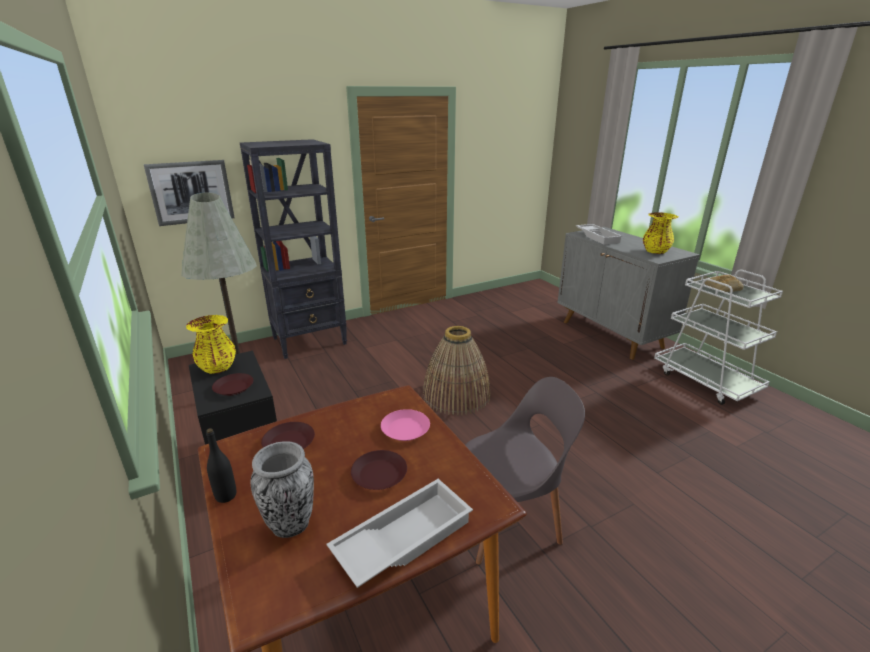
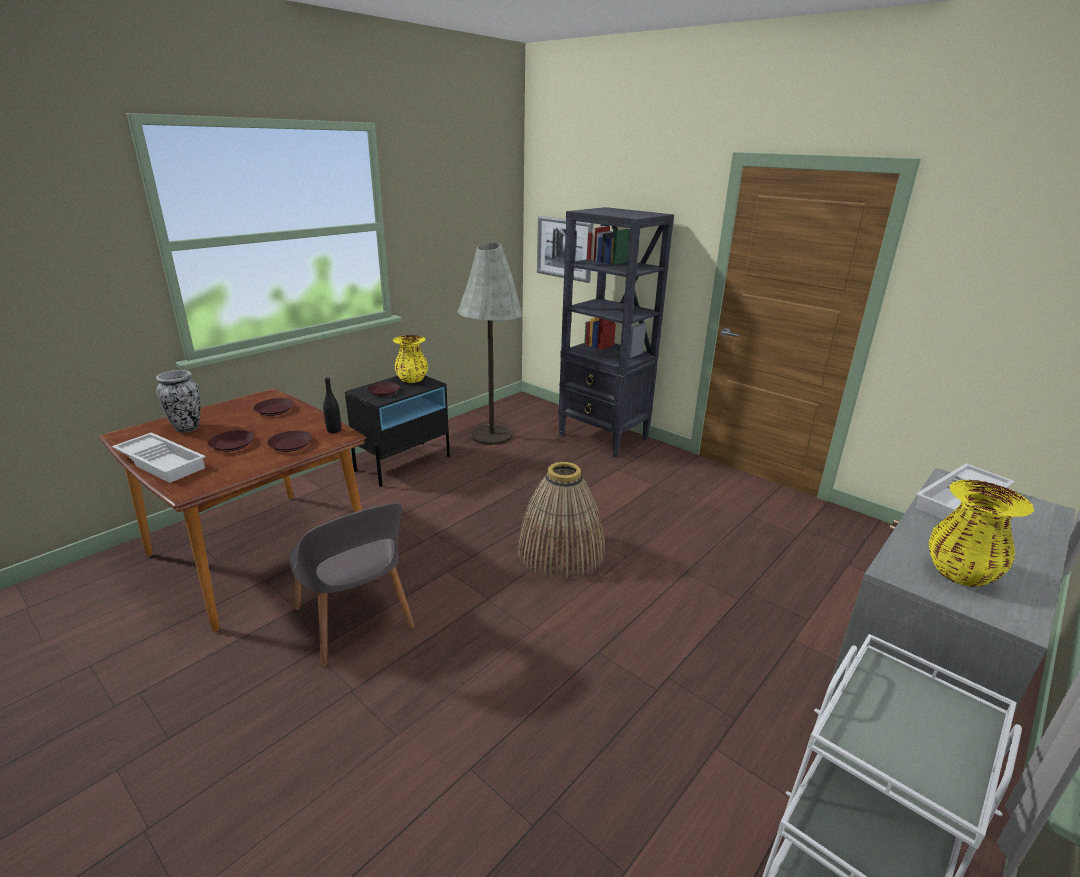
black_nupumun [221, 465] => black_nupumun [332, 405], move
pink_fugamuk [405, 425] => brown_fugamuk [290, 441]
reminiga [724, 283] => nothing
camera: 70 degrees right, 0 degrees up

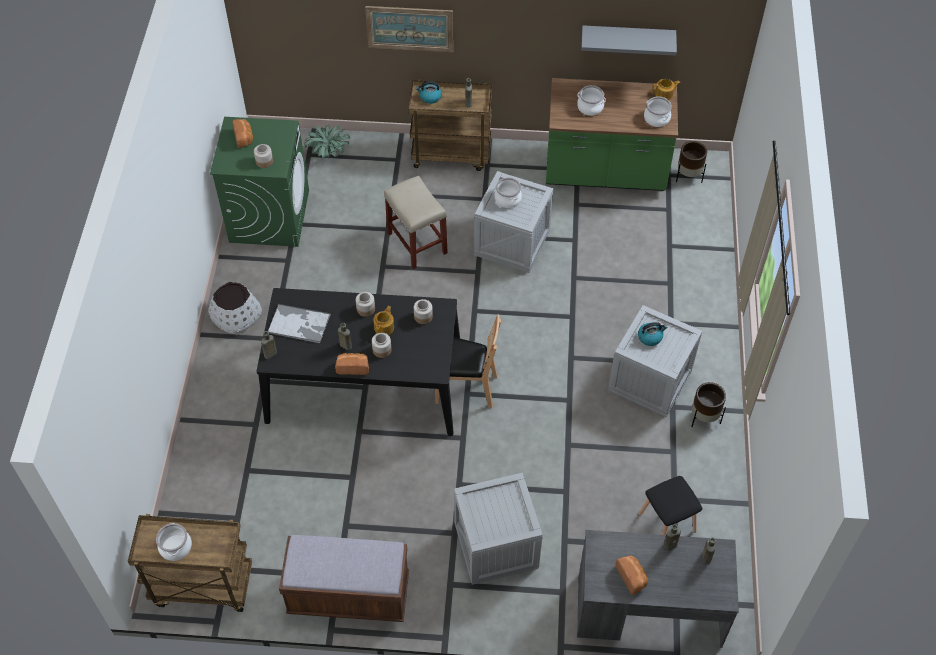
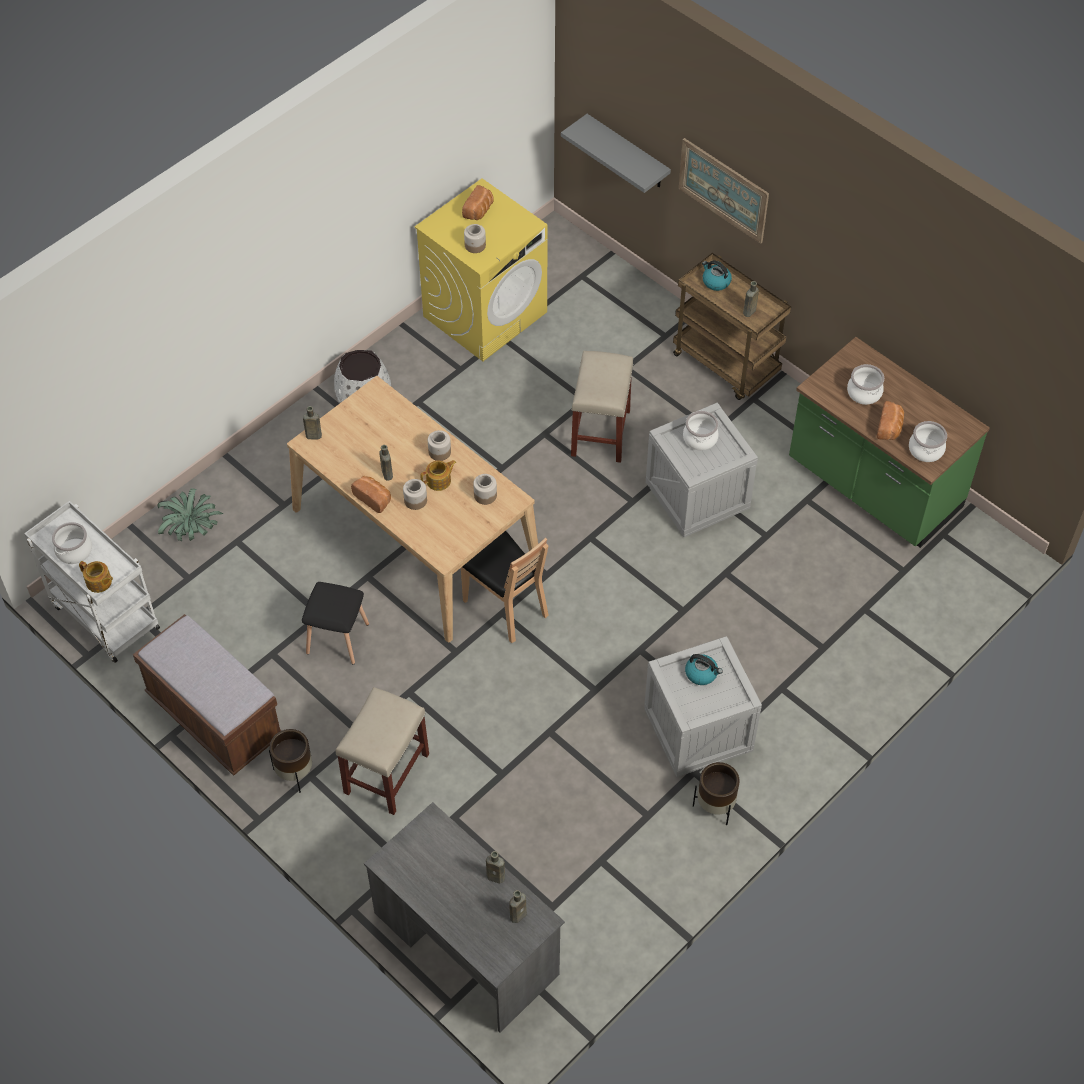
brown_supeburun [190, 563] => white_supeburun [92, 582]
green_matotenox [259, 182] => yellow_matotenox [481, 269]
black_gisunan [358, 362] => beige_gisunan [412, 509]
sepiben [299, 323] => nothing
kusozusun [327, 141] => kusozusun [190, 515], move
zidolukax [498, 529] => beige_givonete [382, 751]
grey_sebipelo [629, 40] => grey_sebipelo [616, 153], move
reminiga [632, 575] => reminiga [890, 420], move
black_givonete [670, 505] => black_givonete [335, 623], move
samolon [666, 89] => samolon [96, 577], move
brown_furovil [691, 162] => brown_furovil [290, 761], move
camera: 40 degrees right, 0 degrees up

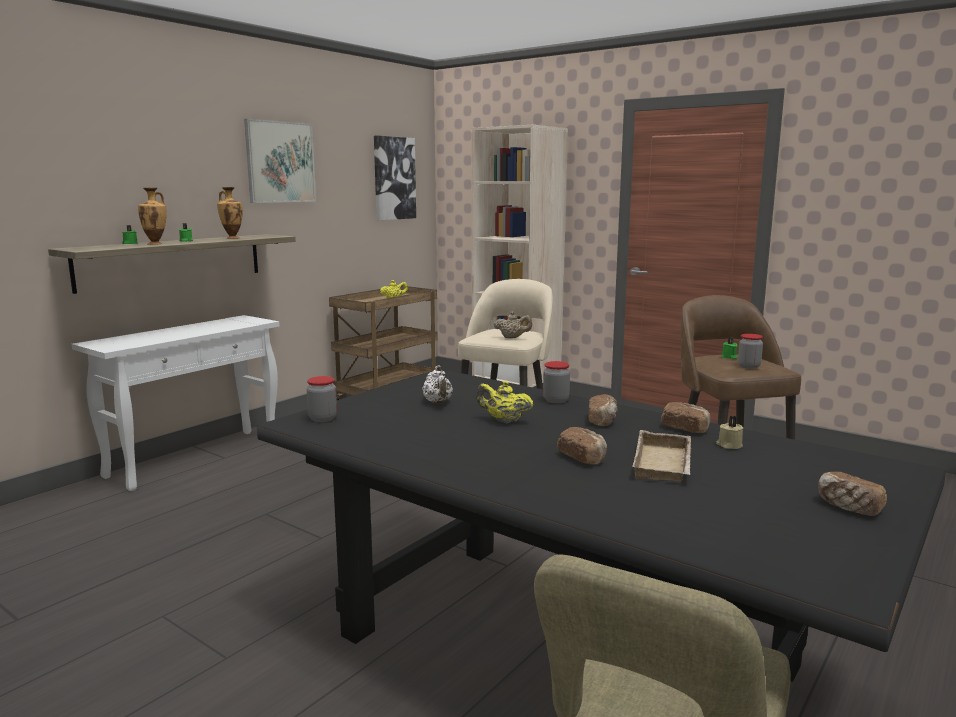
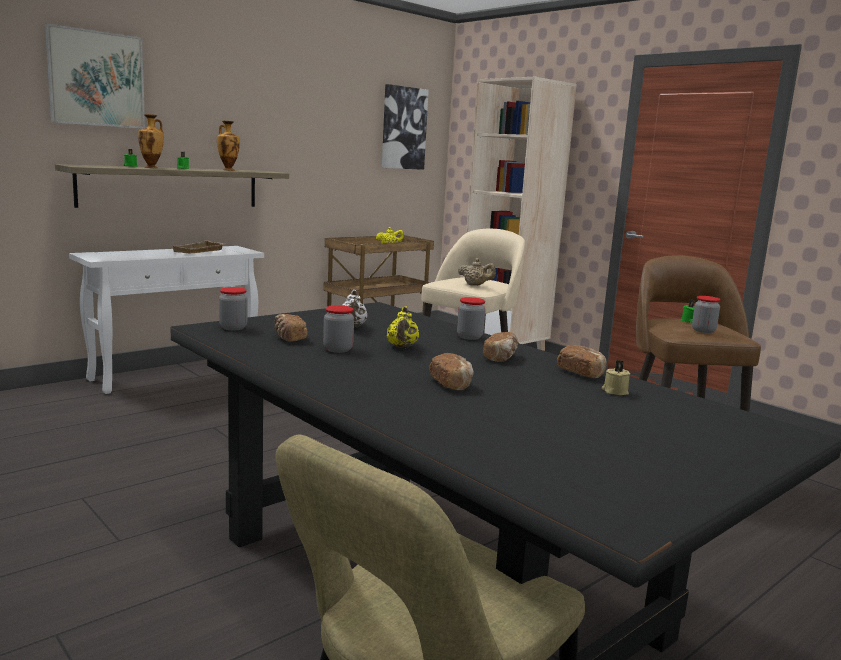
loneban [280, 161] => loneban [95, 76], move
yellow_samolon [504, 402] => yellow_samolon [403, 327], 120 degrees counterclockwise
beige_sepiben [662, 455] => beige_sepiben [199, 247], move
reminiga [852, 494] => reminiga [291, 328], move
nothing => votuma [338, 329]
camera: 10 degrees right, 0 degrees up

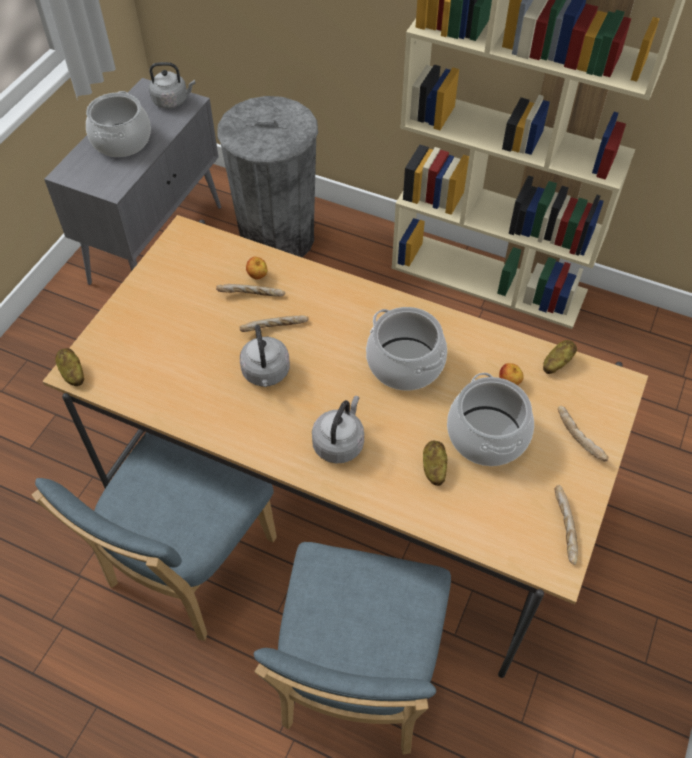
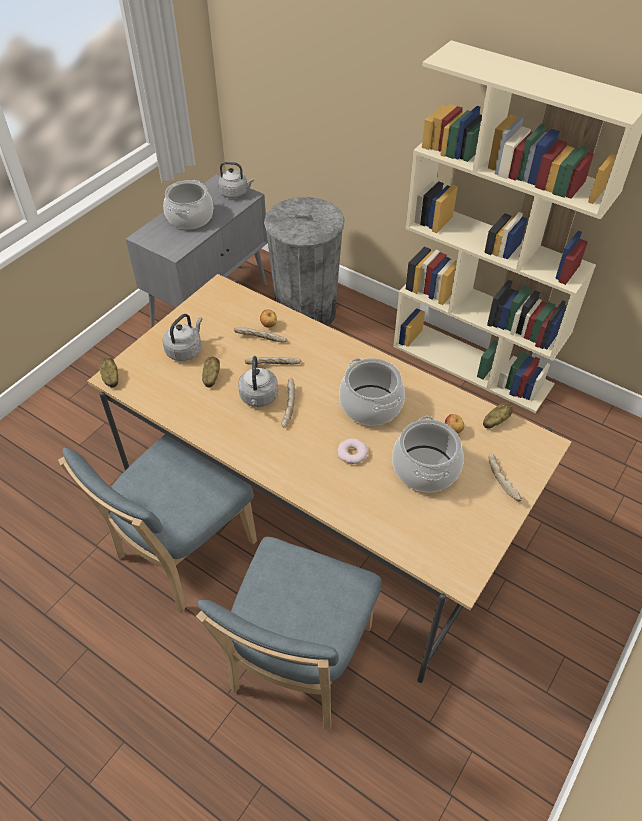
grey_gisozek [338, 430] => grey_gisozek [182, 337], move
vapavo [435, 463] => vapavo [211, 372], move
reminiga [566, 525] => reminiga [288, 403], move
nothing => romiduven [352, 451]
camera: 10 degrees right, 5 degrees down

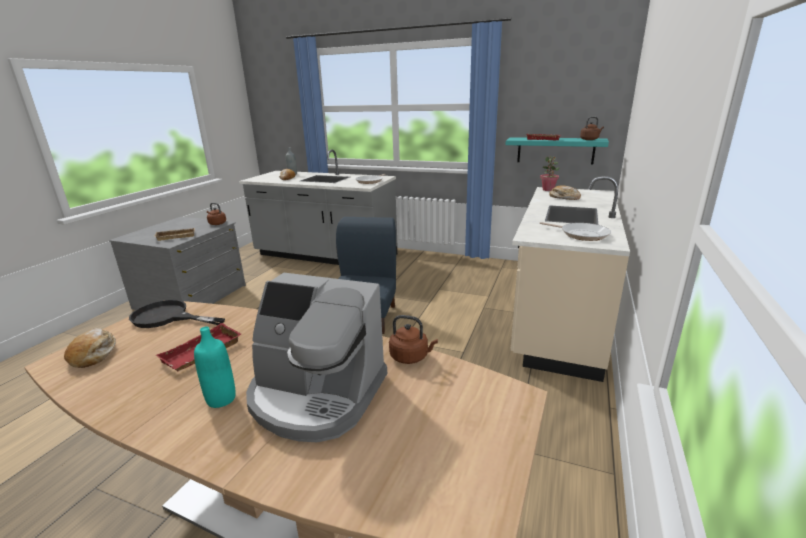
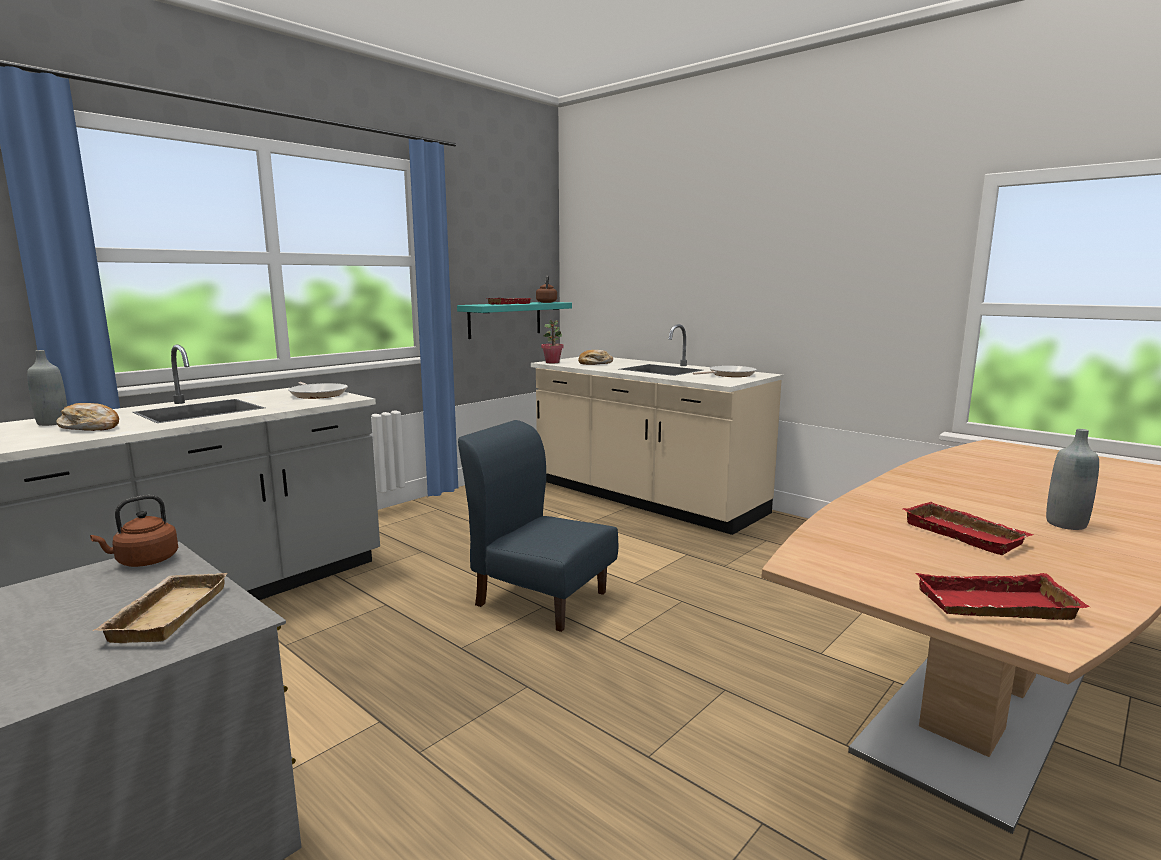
reminiga [90, 348] => red_sepiben [1003, 596]
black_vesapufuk [177, 314] => nothing
turquoise_nupumun [215, 367] => grey_nupumun [1072, 479]
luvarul [316, 357] => nothing
brown_gisozek [413, 339] => nothing
camera: 70 degrees left, 10 degrees down

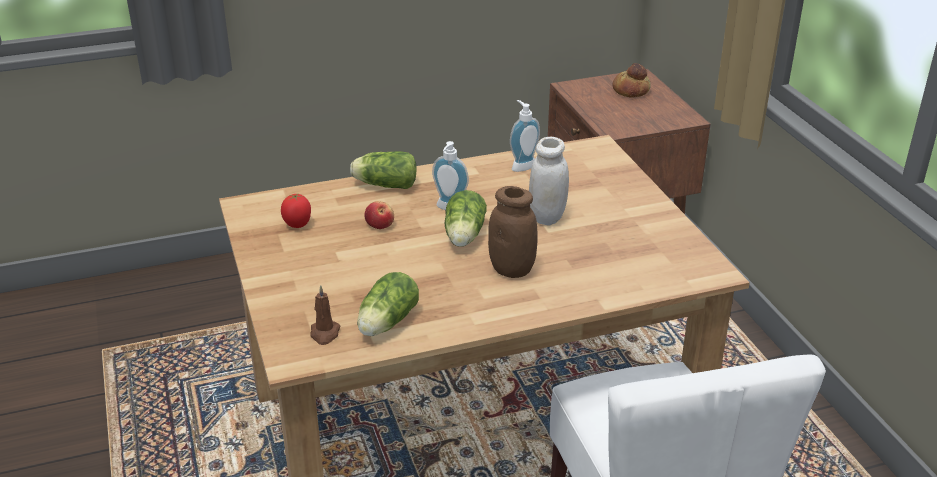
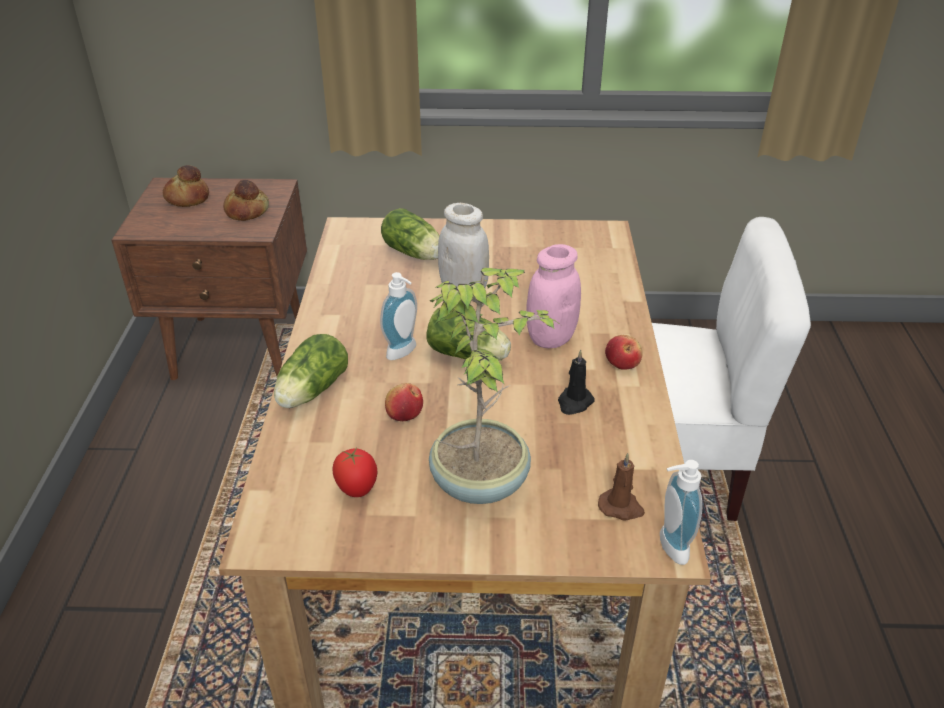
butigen [388, 304] => butigen [410, 234], move
brown_votuma [513, 232] => pink_votuma [554, 296]
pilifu [525, 136] => pilifu [681, 512], move
nothing => reminiga [246, 200]
nothing => kusozusun [495, 386]
nothing => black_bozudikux [576, 382]
nothing => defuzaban [624, 352]
camera: 70 degrees left, 5 degrees up

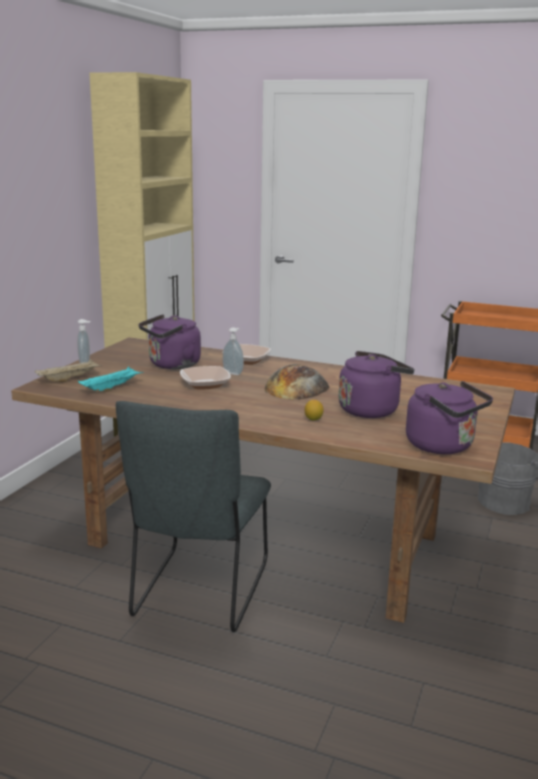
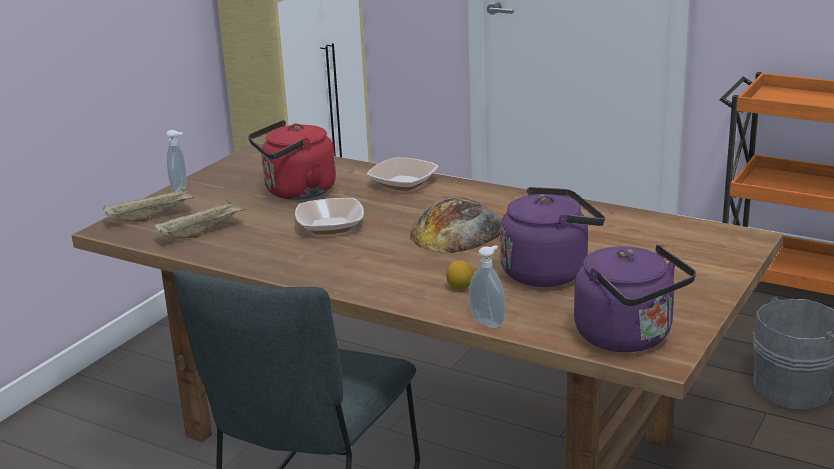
turquoise_sepiben [111, 379] => beige_sepiben [200, 219]
purple_gisozek [169, 341] => red_gisozek [292, 160]
pilifu [233, 351] => pilifu [487, 286], move
camera: 10 degrees right, 5 degrees up

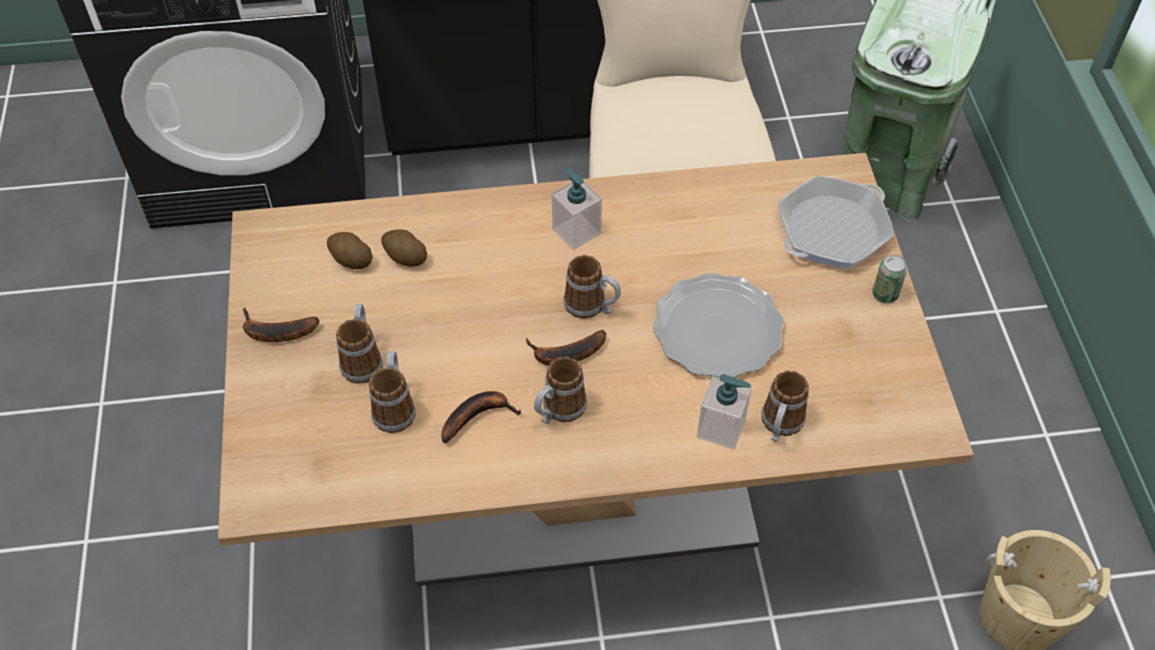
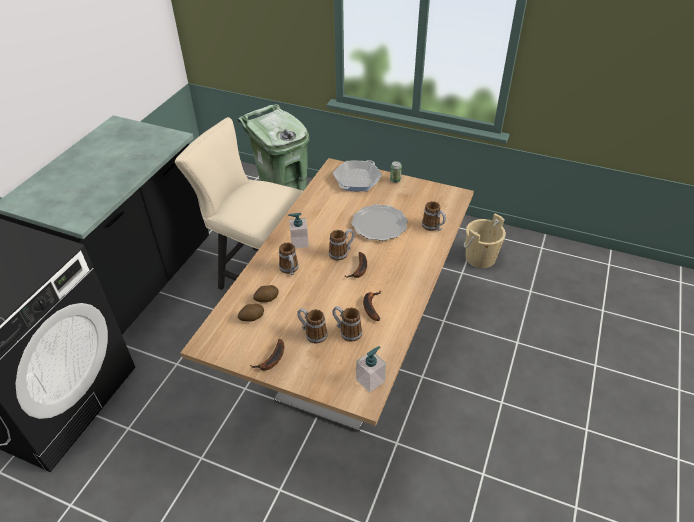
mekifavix [560, 390] => mekifavix [289, 258], move
pilifu [724, 411] => pilifu [371, 369], move
vesapufuk [835, 222] => vesapufuk [357, 175], 45 degrees clockwise
camera: 60 degrees left, 10 degrees down

